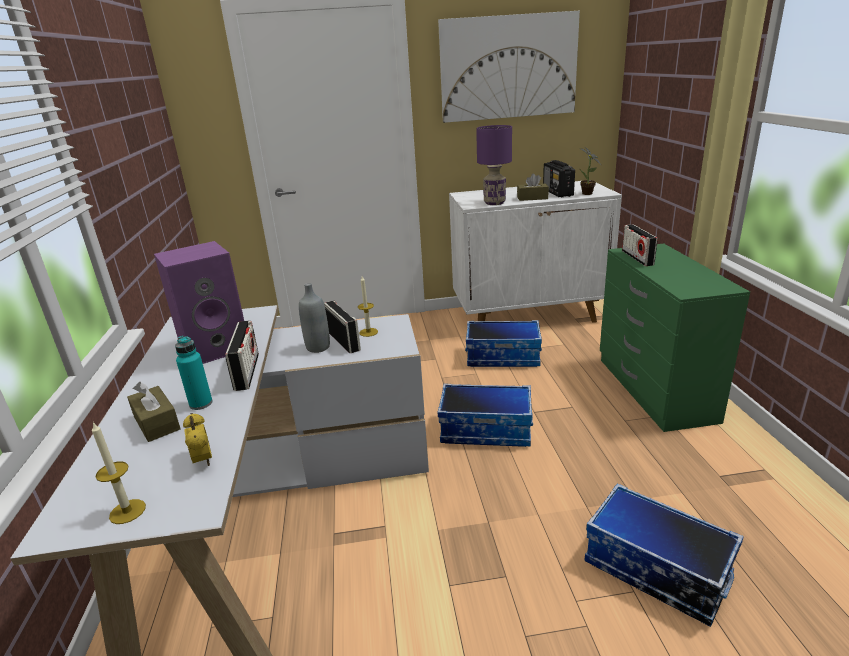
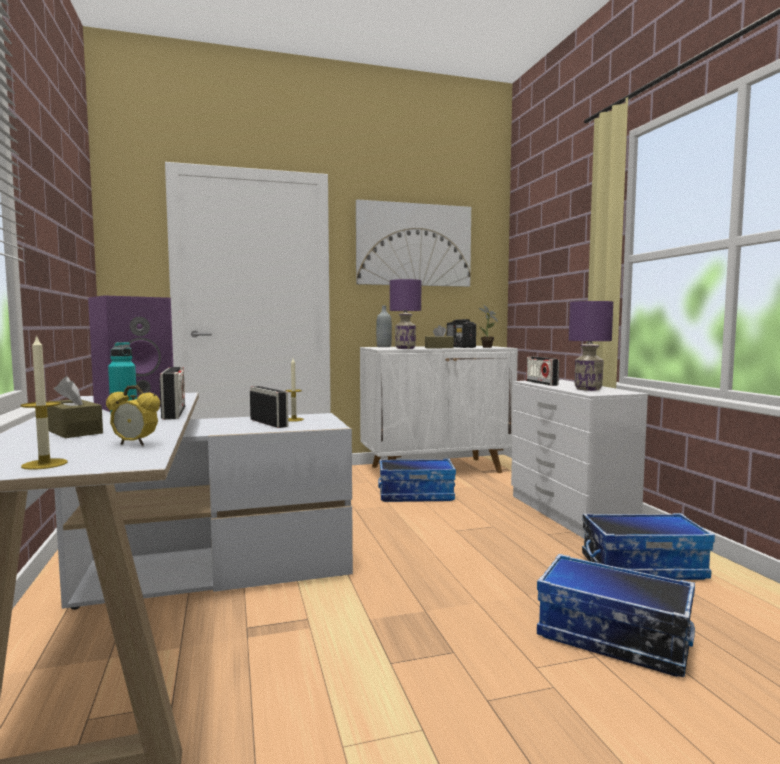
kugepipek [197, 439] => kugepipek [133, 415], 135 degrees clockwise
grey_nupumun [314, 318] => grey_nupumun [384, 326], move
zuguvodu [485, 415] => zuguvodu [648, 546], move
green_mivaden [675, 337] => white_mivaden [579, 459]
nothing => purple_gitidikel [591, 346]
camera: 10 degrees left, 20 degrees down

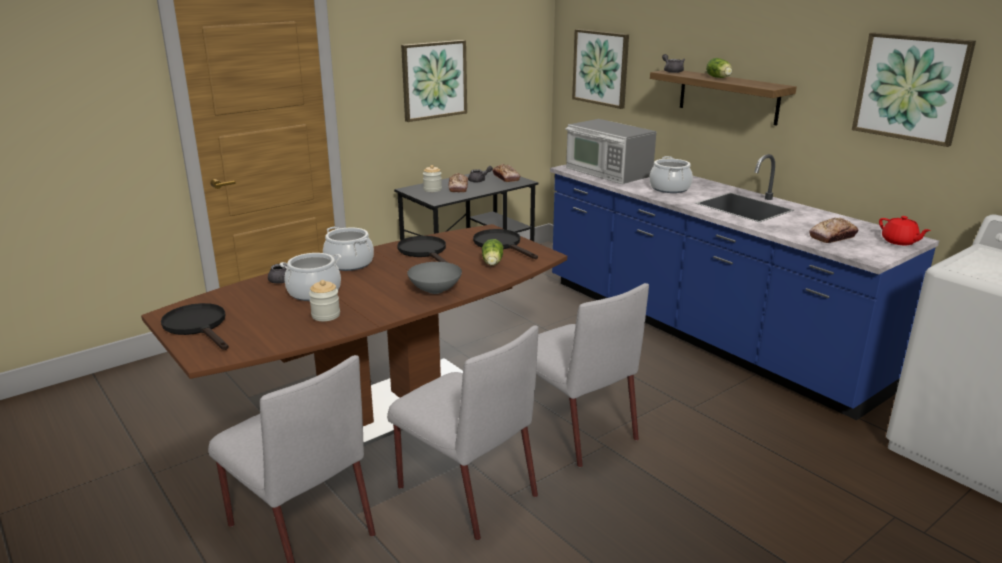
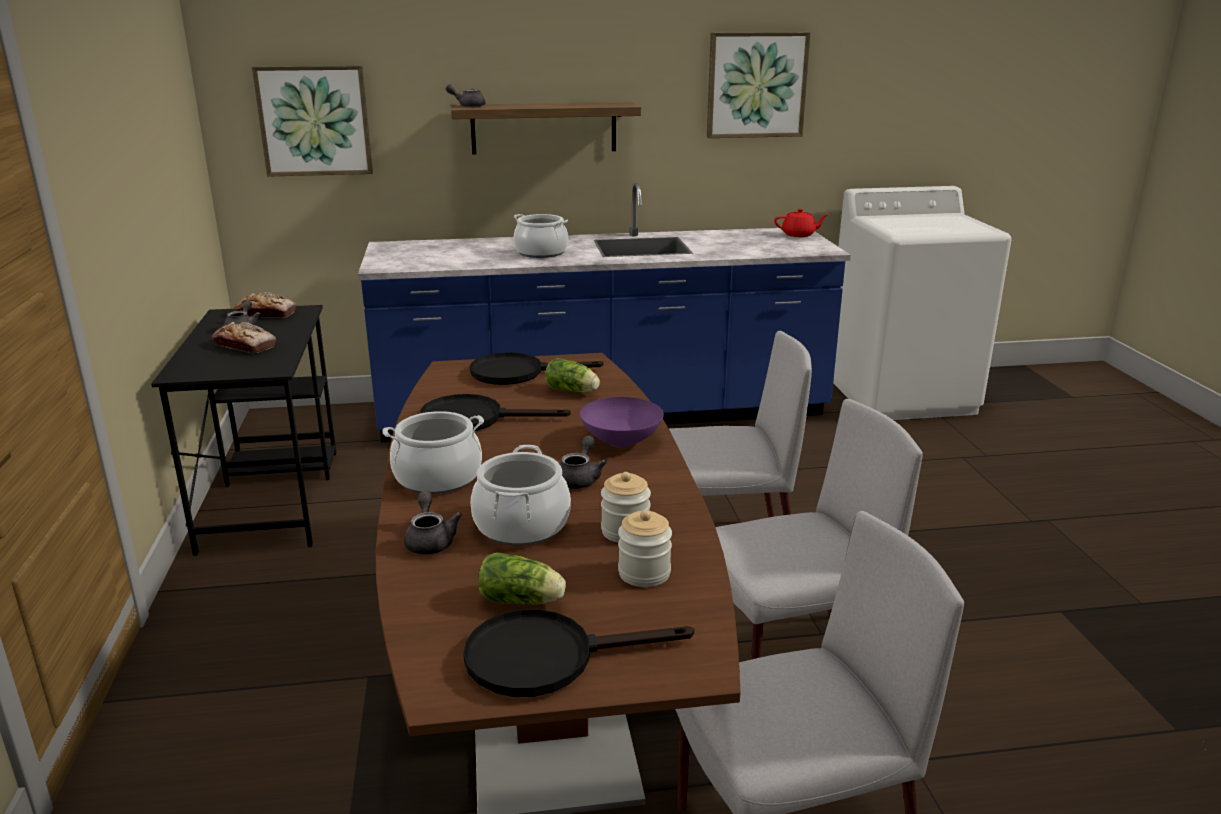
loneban [434, 81] => nothing
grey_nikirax [434, 278] => purple_nikirax [622, 422]
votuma [432, 178] => votuma [645, 548], move
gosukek [611, 151] => nothing
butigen [719, 68] => butigen [522, 578], move
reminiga [833, 230] => nothing
nothing => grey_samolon [583, 462]
camera: 60 degrees left, 0 degrees up

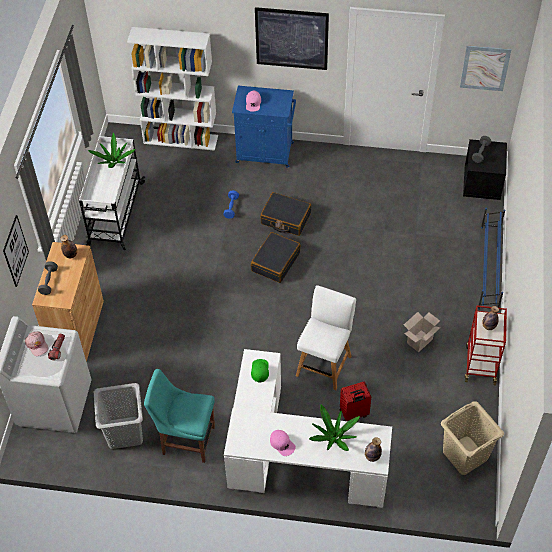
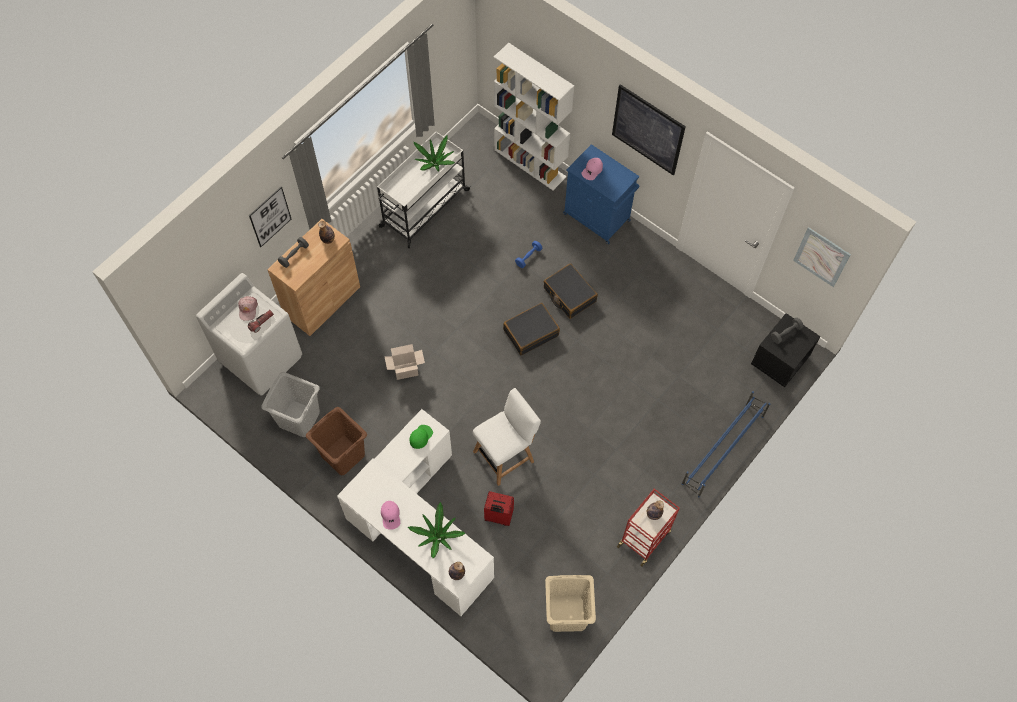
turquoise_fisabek [179, 416] => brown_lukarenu [336, 441]
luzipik [422, 332] => luzipik [405, 362], move
camera: 30 degrees right, 10 degrees up

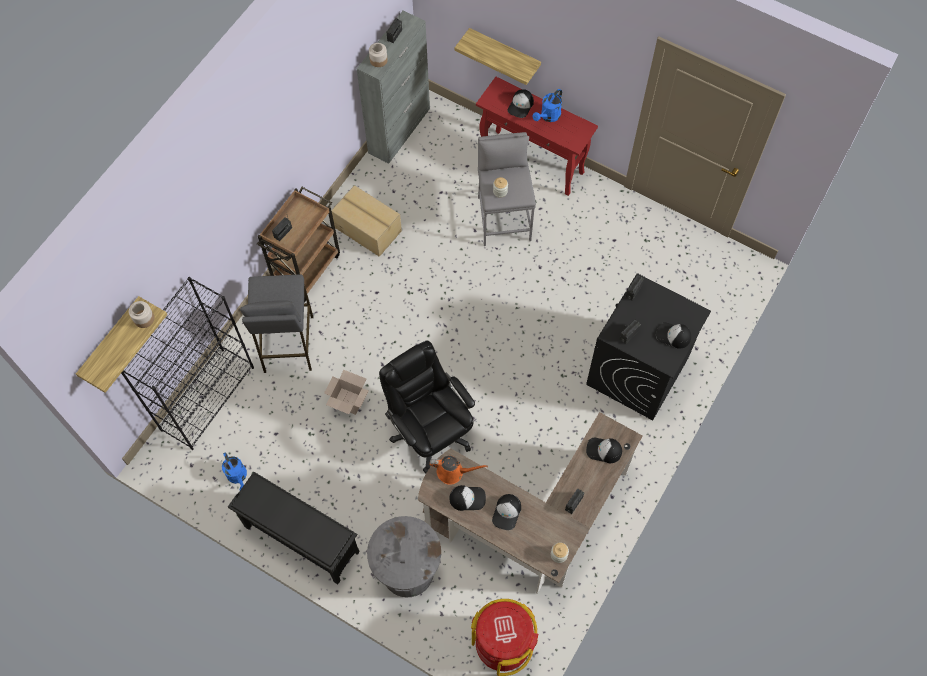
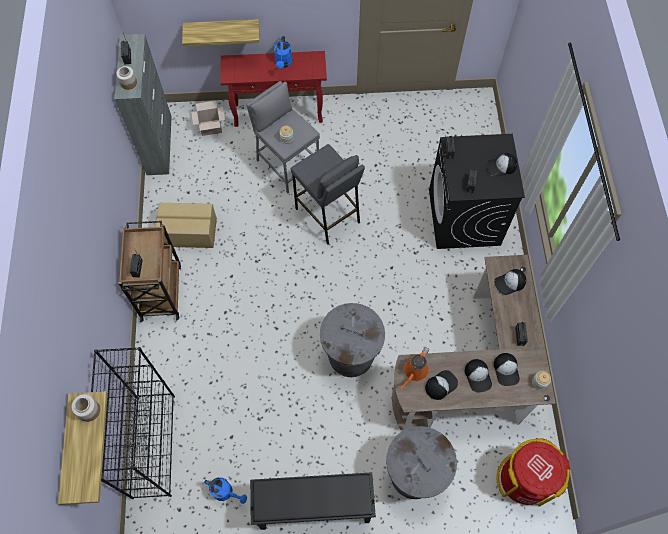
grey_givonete [276, 324] => grey_givonete [328, 194], move
luzipik [346, 392] => luzipik [208, 118], move
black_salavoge [427, 406] => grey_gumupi [352, 340]
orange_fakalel [458, 470] => orange_fakalel [415, 368], 150 degrees clockwise
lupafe [521, 103] => lupafe [507, 369], move
camera: 35 degrees left, 0 degrees up

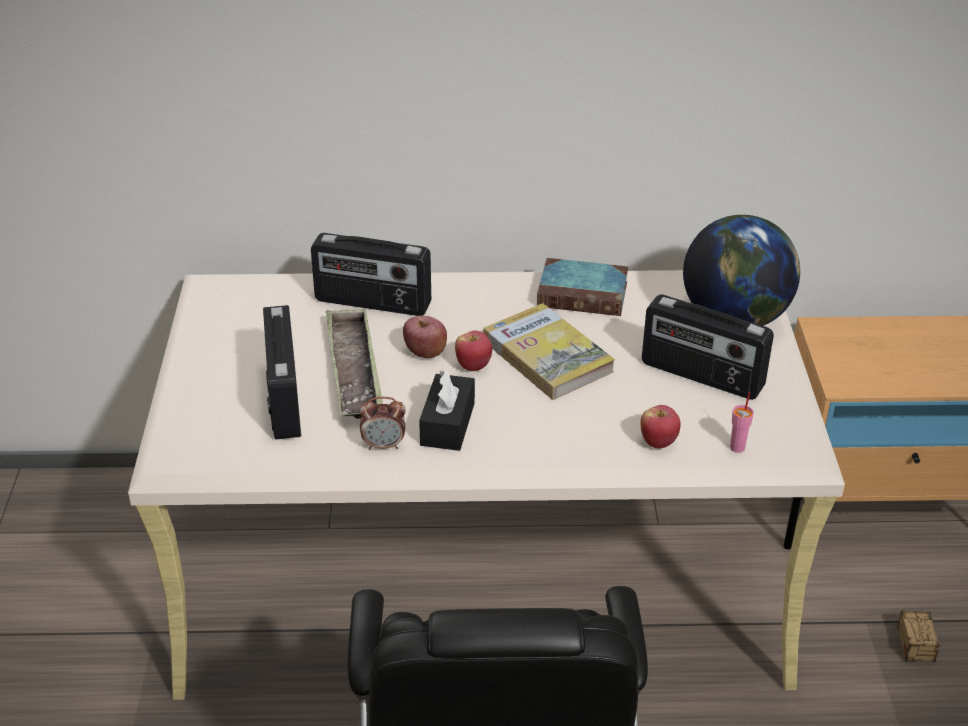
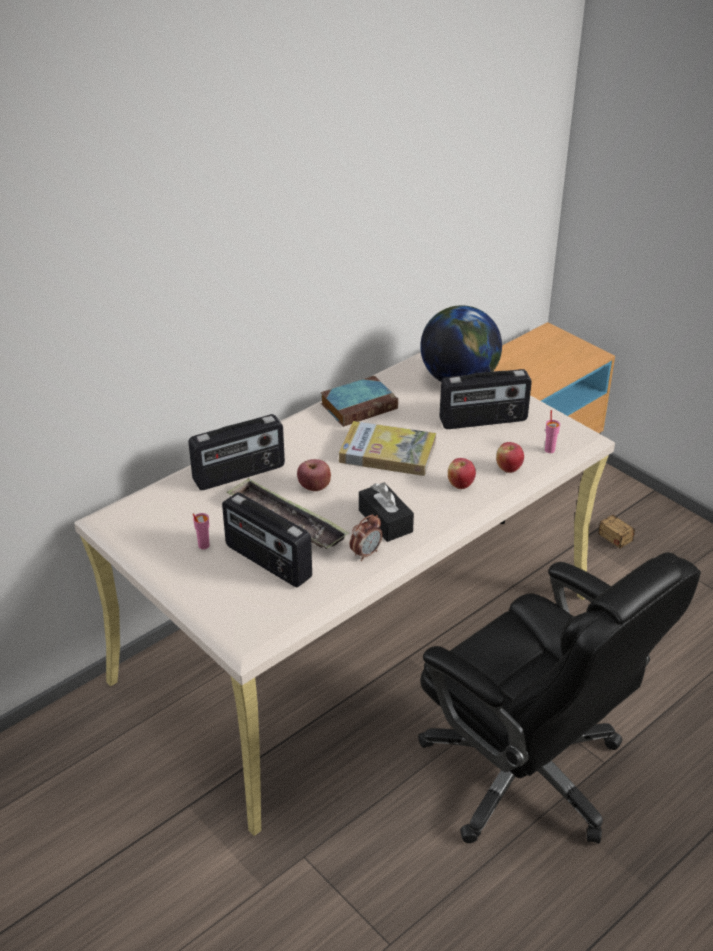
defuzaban [473, 351] => defuzaban [462, 473], move
nothing => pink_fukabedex [201, 531]
camera: 40 degrees left, 0 degrees up

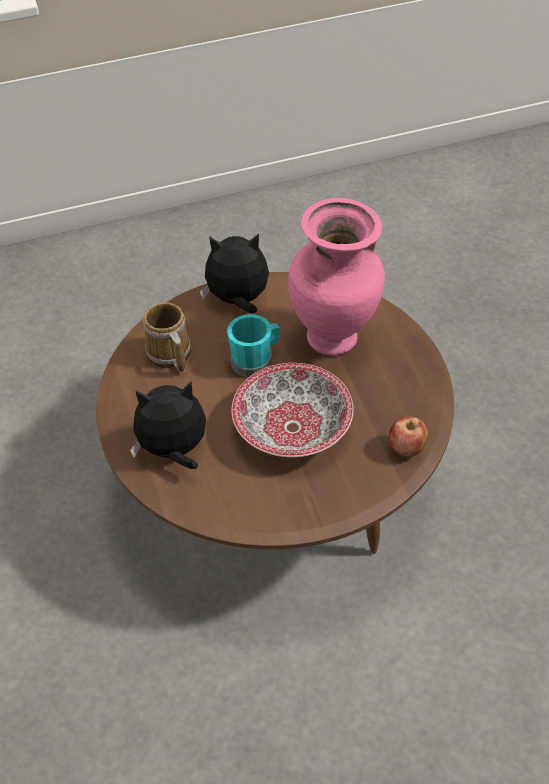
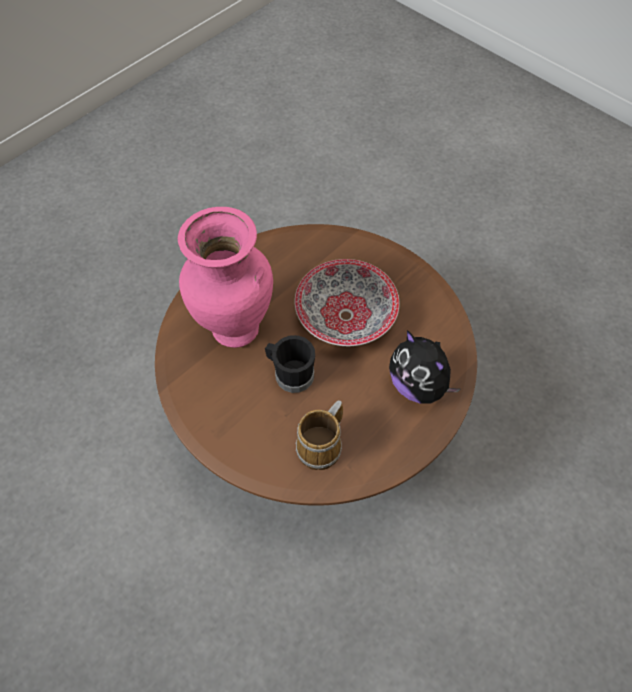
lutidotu [234, 273] => nothing
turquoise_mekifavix [253, 345] => black_mekifavix [290, 364]
defuzaban [408, 437] => nothing
camera: 120 degrees left, 10 degrees up

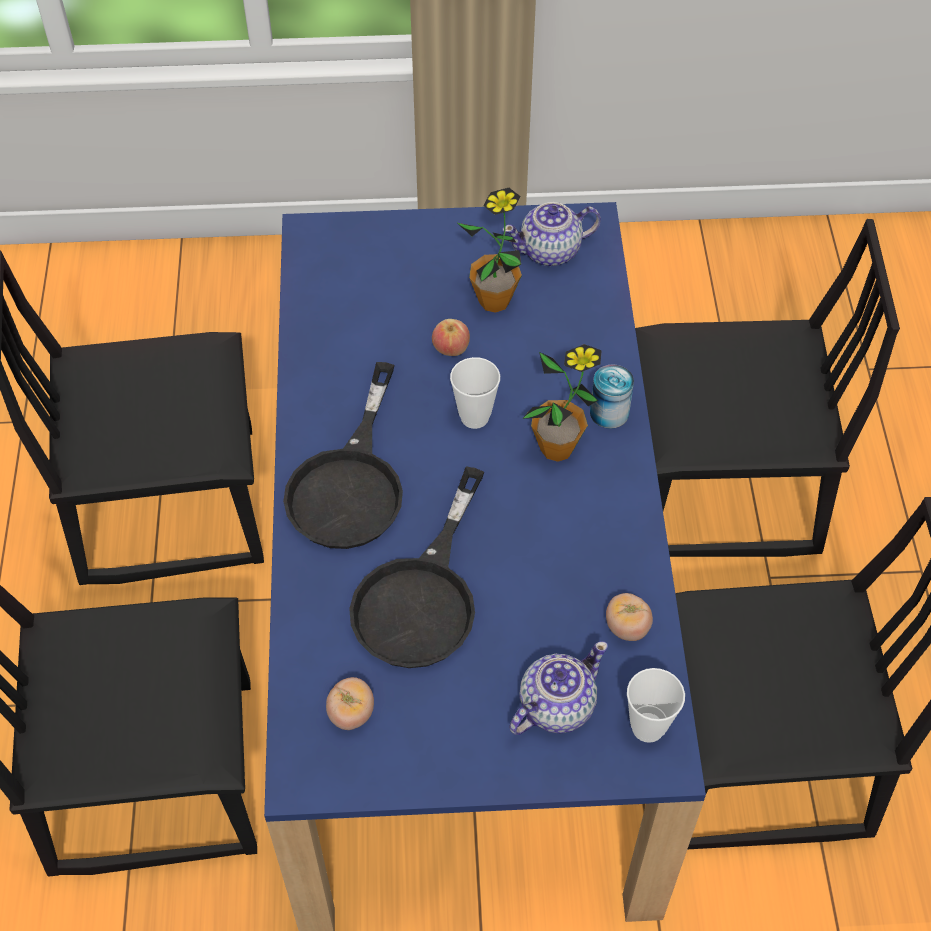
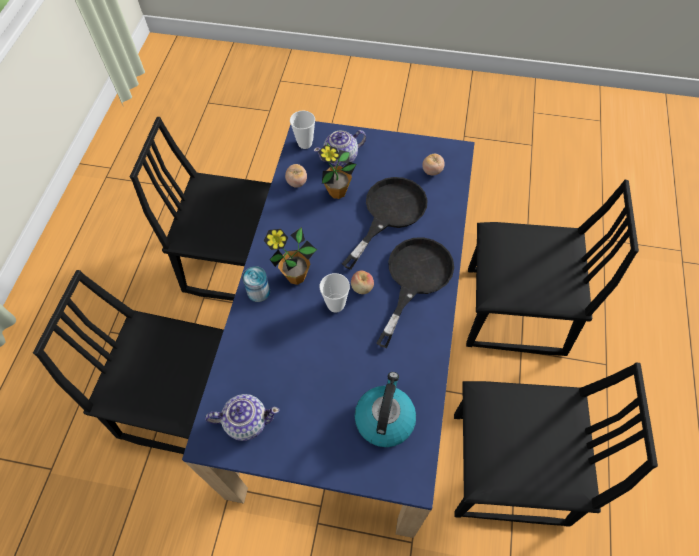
defuzaban [451, 337] => defuzaban [362, 282], move
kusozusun [489, 250] => kusozusun [337, 170], move
nothing => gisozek [385, 409]
camera: 165 degrees left, 5 degrees up

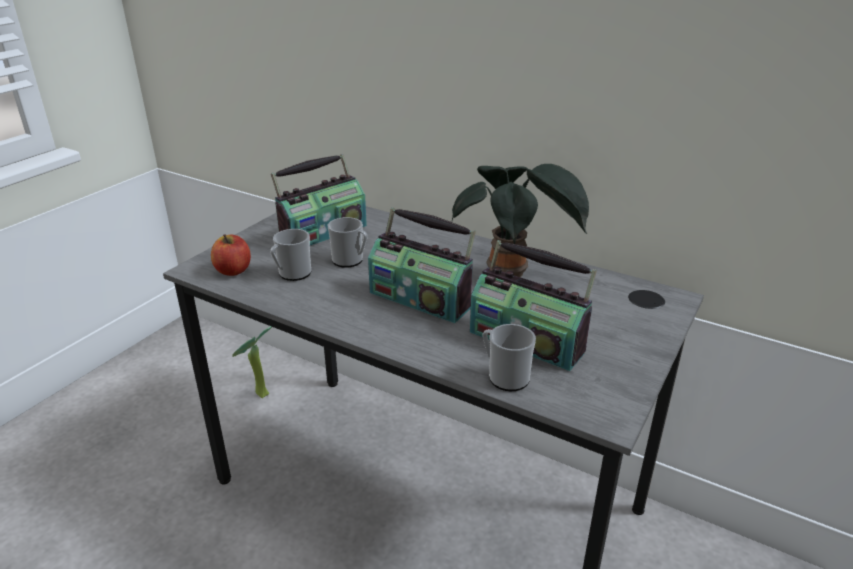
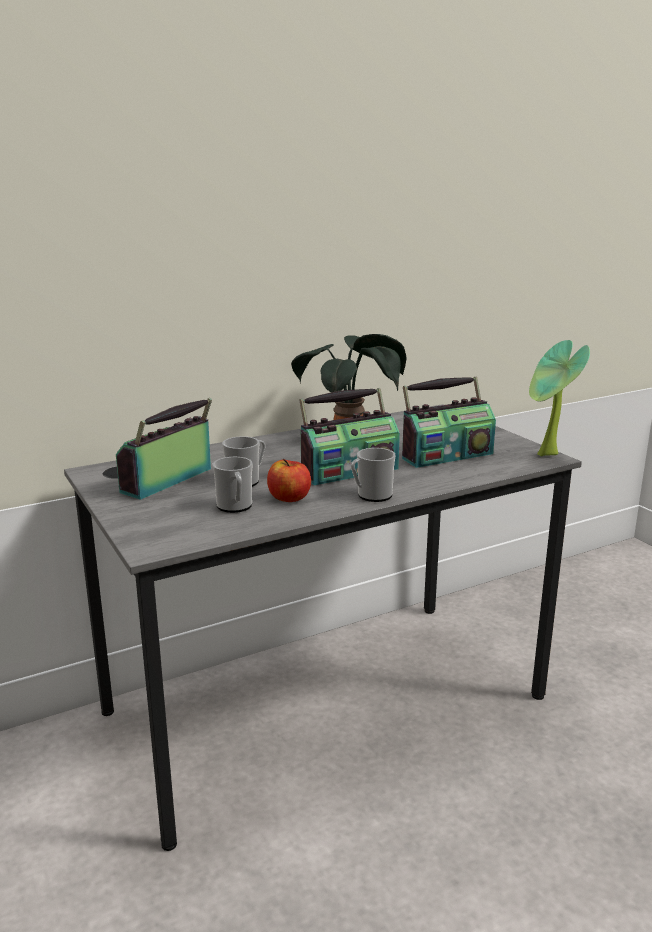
defuzaban [231, 255] => defuzaban [289, 480], move
kusozusun [252, 362] => kusozusun [559, 398], move
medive [319, 199] => medive [164, 449], 135 degrees counterclockwise
mekifavix [509, 357] => mekifavix [373, 475], move
camera: 60 degrees left, 10 degrees down

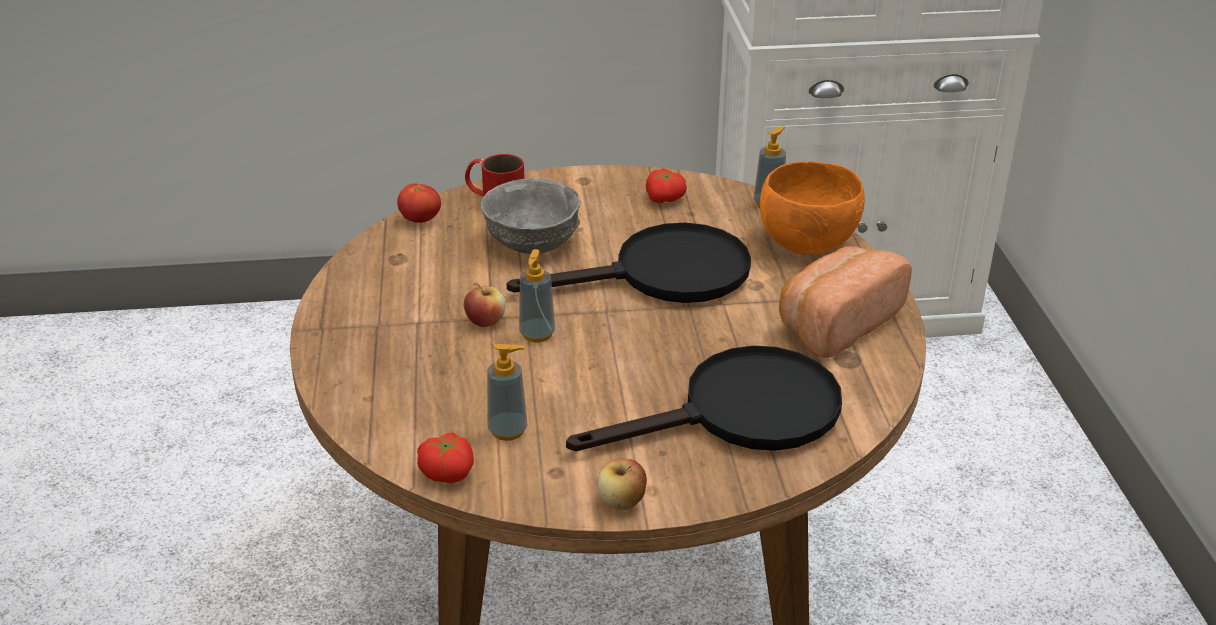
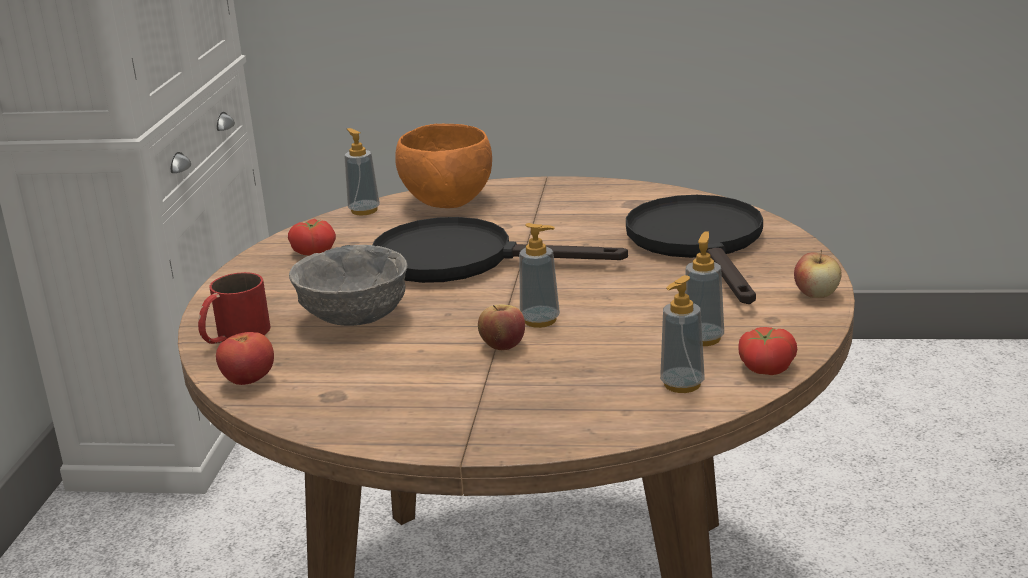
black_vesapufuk [629, 263] => black_vesapufuk [500, 250], 75 degrees counterclockwise
reminiga [845, 302] => nothing
nothing => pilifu [682, 334]
camera: 75 degrees left, 10 degrees down

